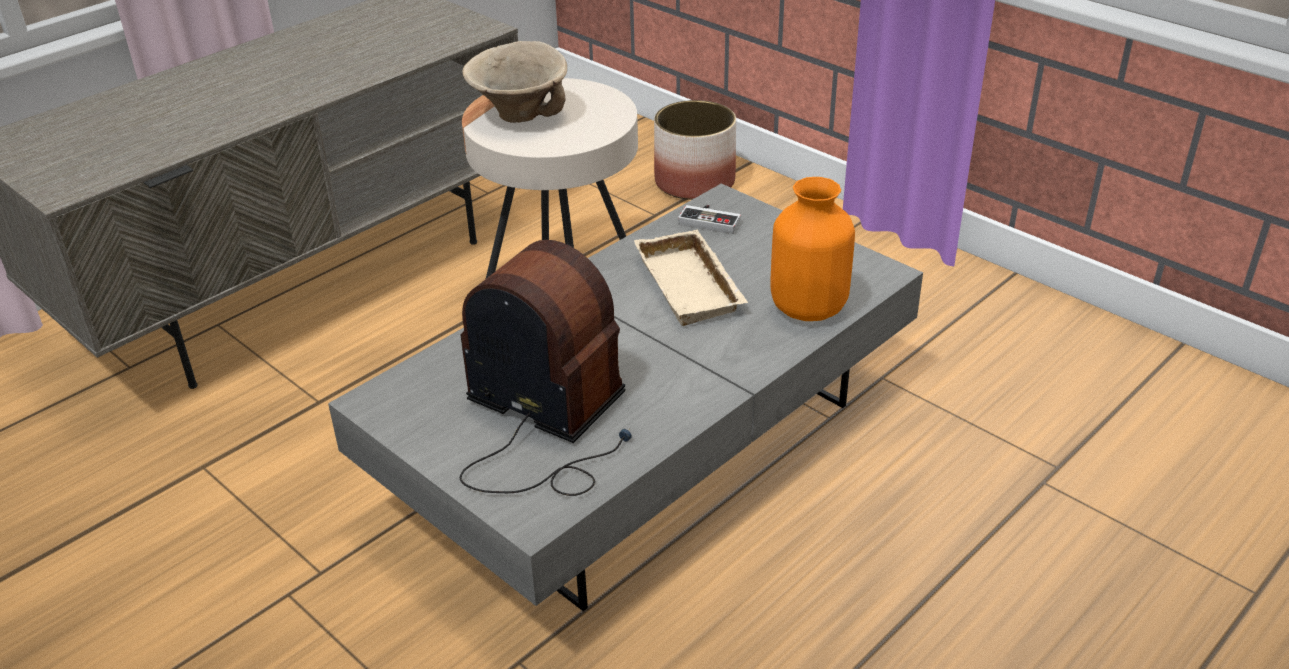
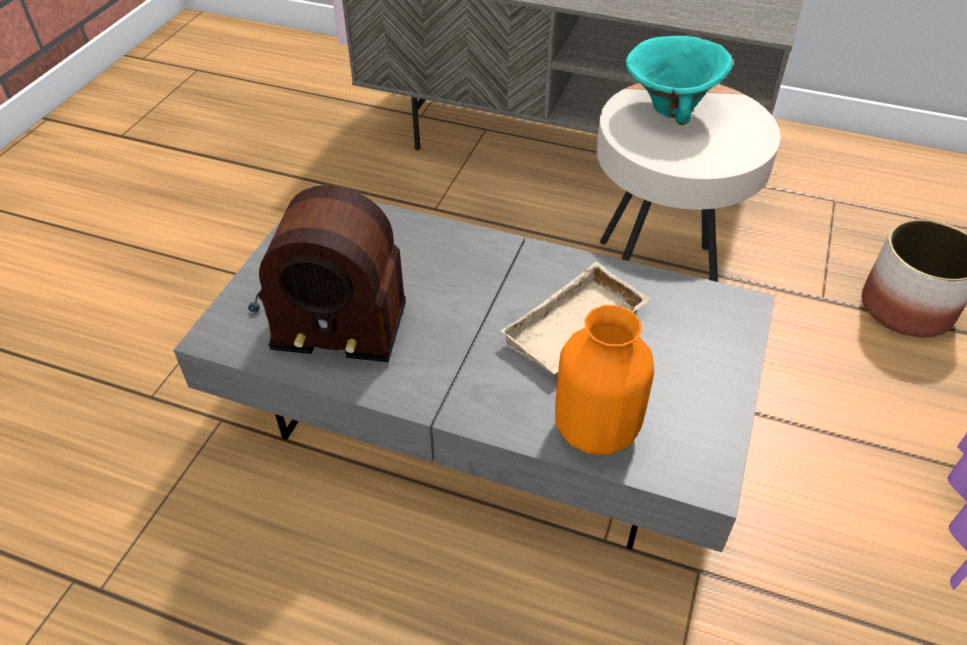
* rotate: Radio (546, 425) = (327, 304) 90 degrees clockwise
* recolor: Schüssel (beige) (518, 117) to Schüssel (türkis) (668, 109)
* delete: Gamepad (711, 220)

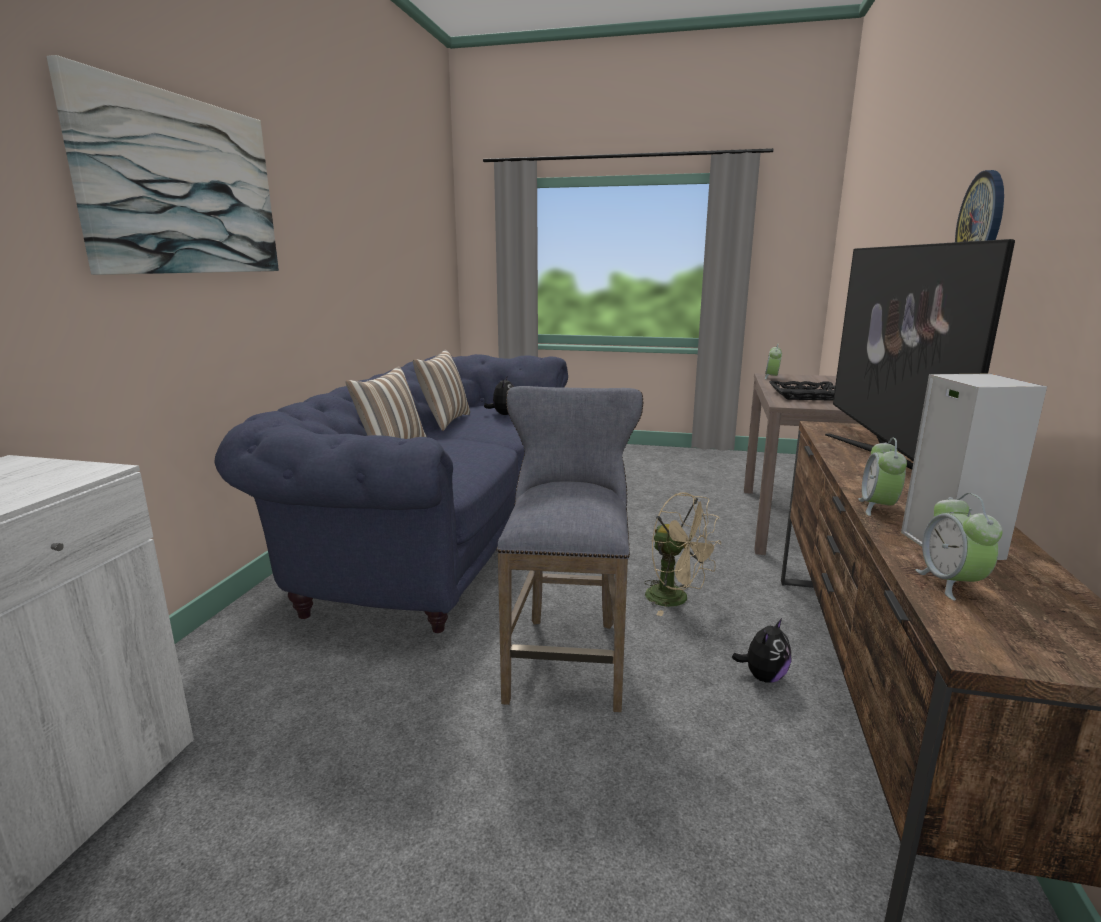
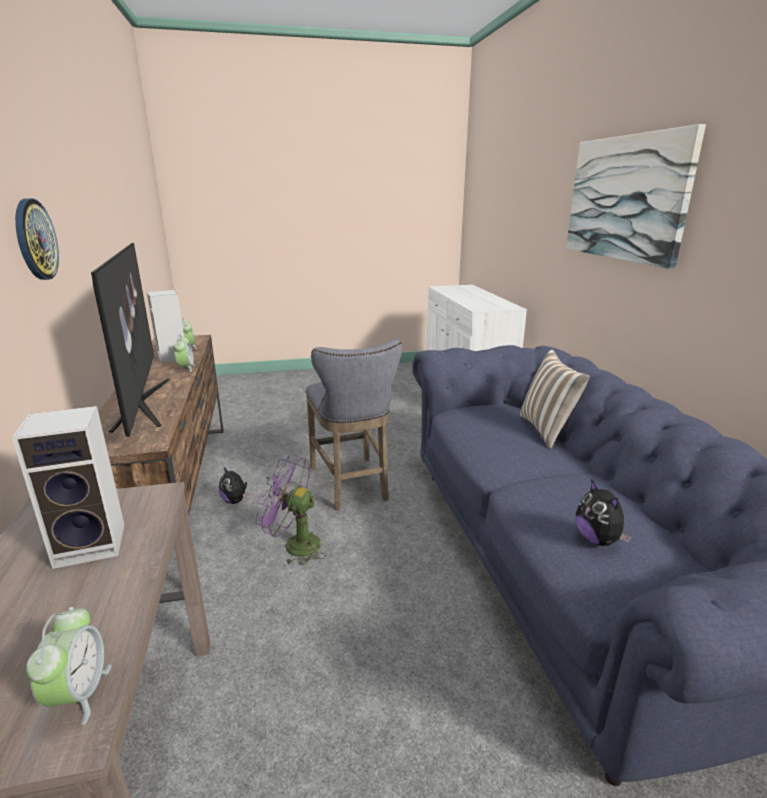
* delete: Kissen (444, 421)
* recolor: Ventilator (beige) (676, 599) to Ventilator (lila) (294, 545)
* rotate: Plüschtier (763, 677) = (235, 501) 60 degrees counterclockwise
* replace: Tablett (schwarz) (806, 395) to Lautsprecher (94, 544)

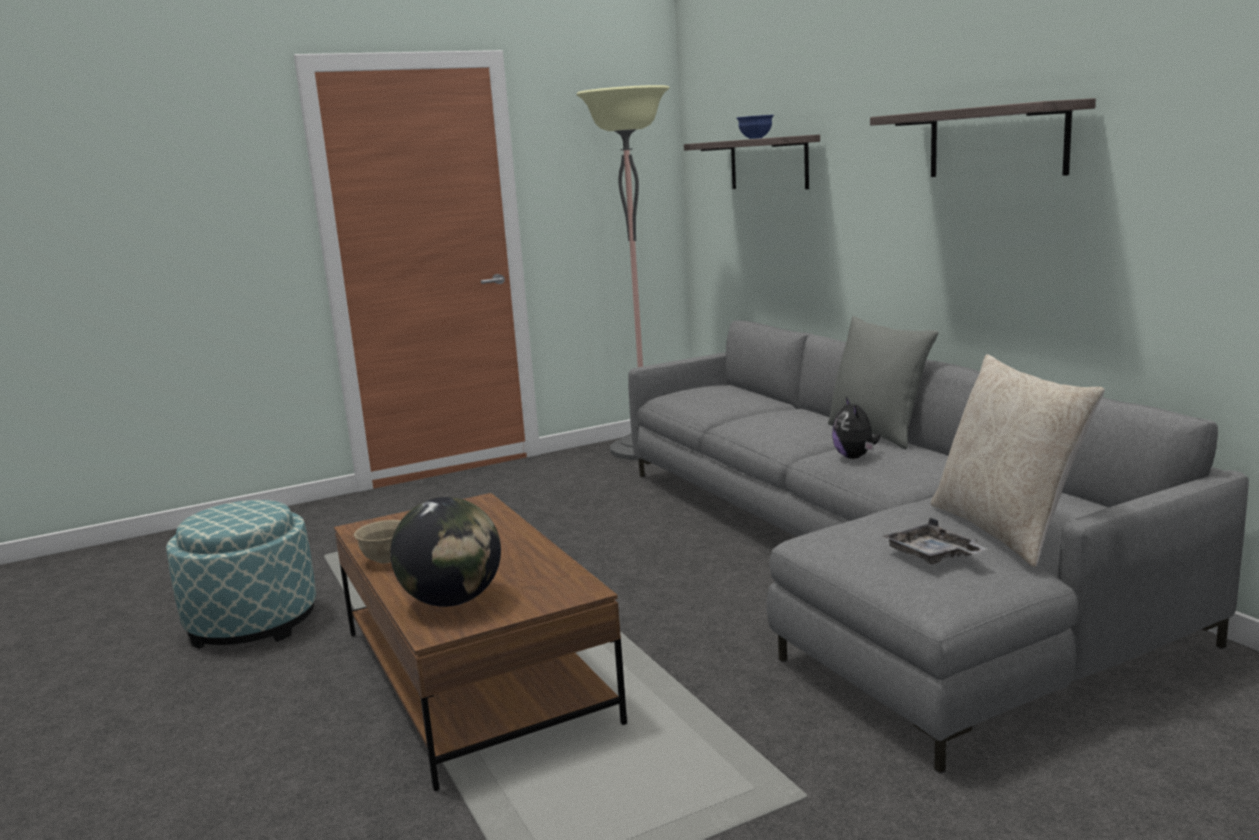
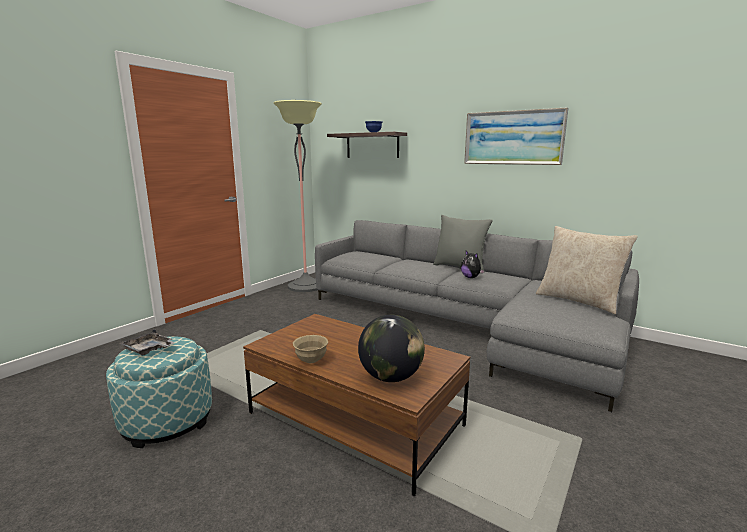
* replace: Wandregal (996, 141) to Bild (513, 138)
* move: Tablett (grau) (933, 555) to (149, 349)

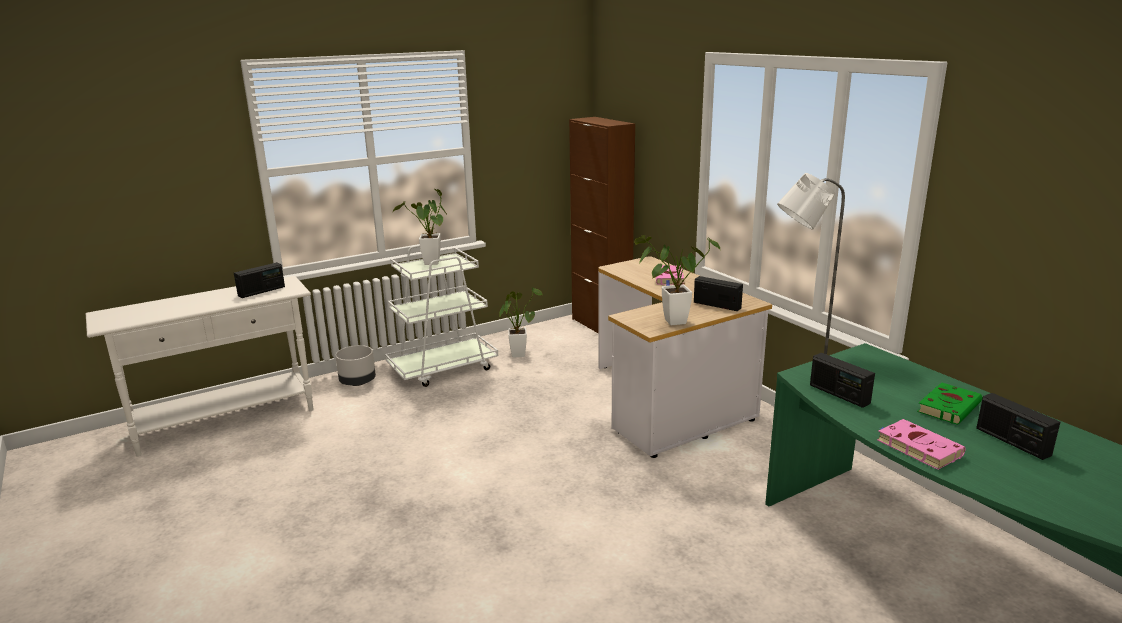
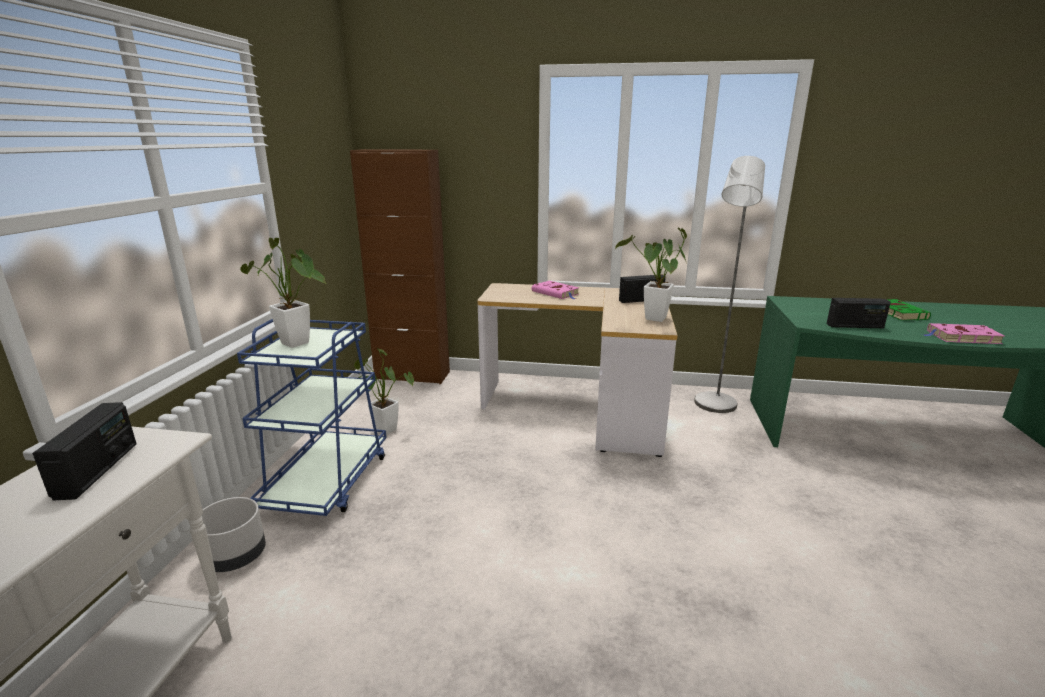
* recolor: Rollwagen (weiß) (443, 368) to Rollwagen (blau) (328, 481)
* delete: Radio (1012, 442)

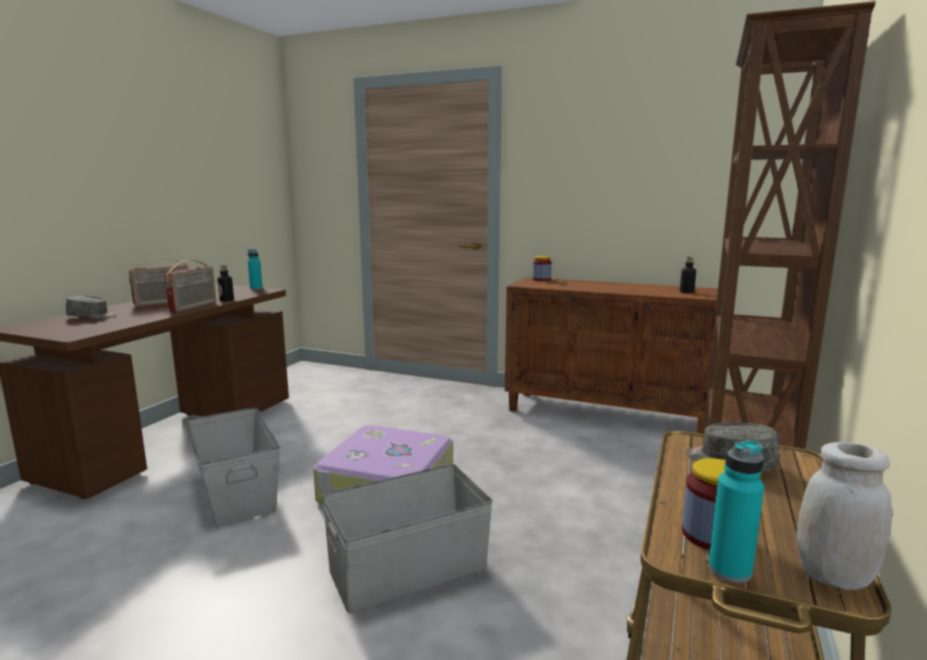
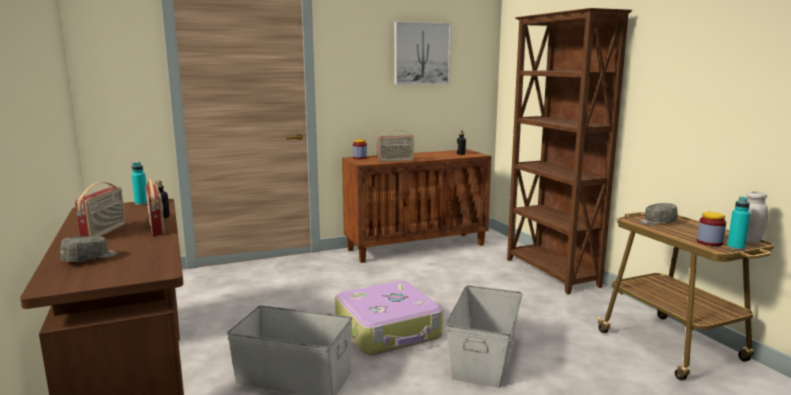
* insert: Radio (395, 161)
* insert: Bild (421, 53)

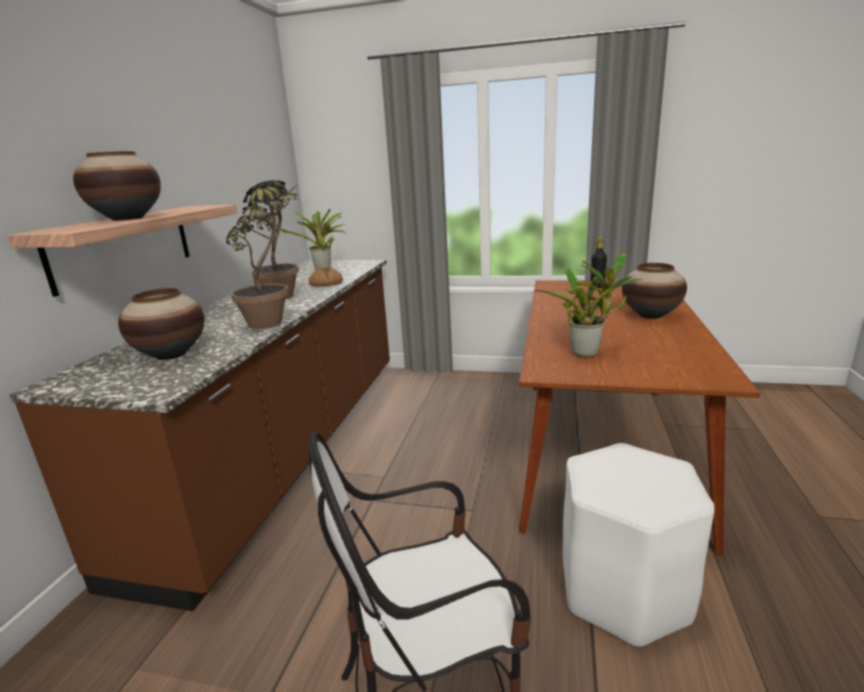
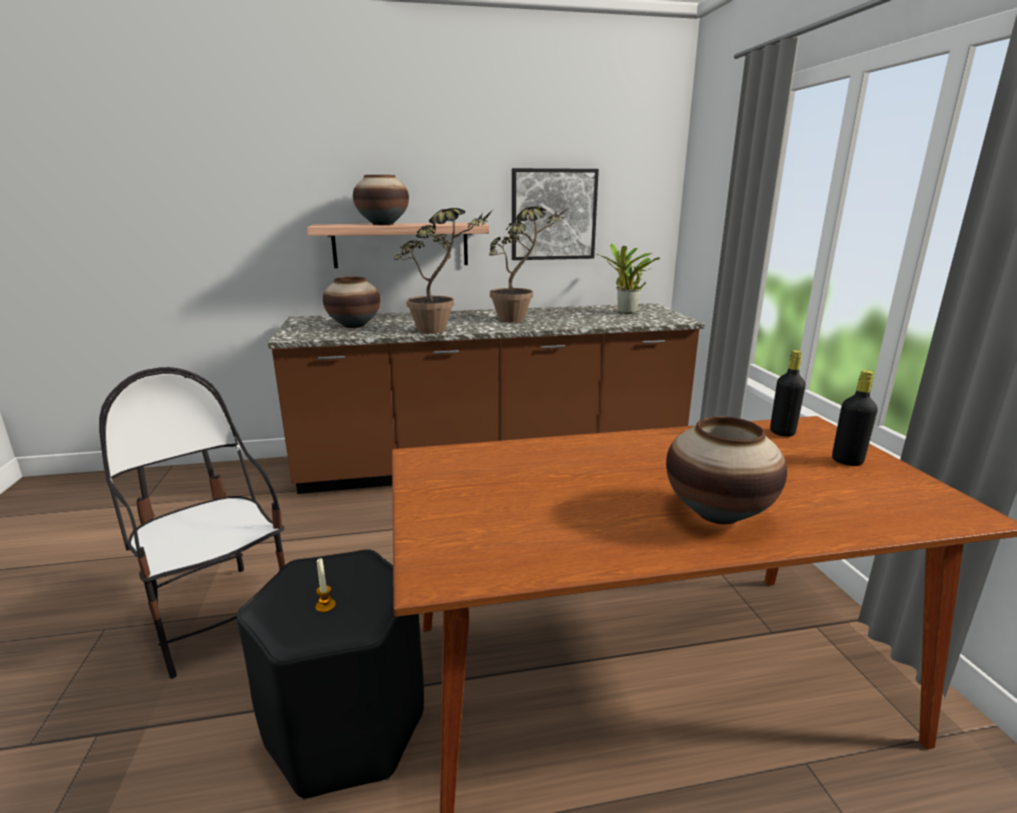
* delete: Brot (326, 284)
* delete: Topfpflanze (588, 353)
* recolor: Hocker (weiß) (623, 592) to Hocker (schwarz) (346, 727)
* insert: Kerze (325, 606)
* insert: Bild (553, 214)
* insert: Flasche (schwarz) (782, 432)

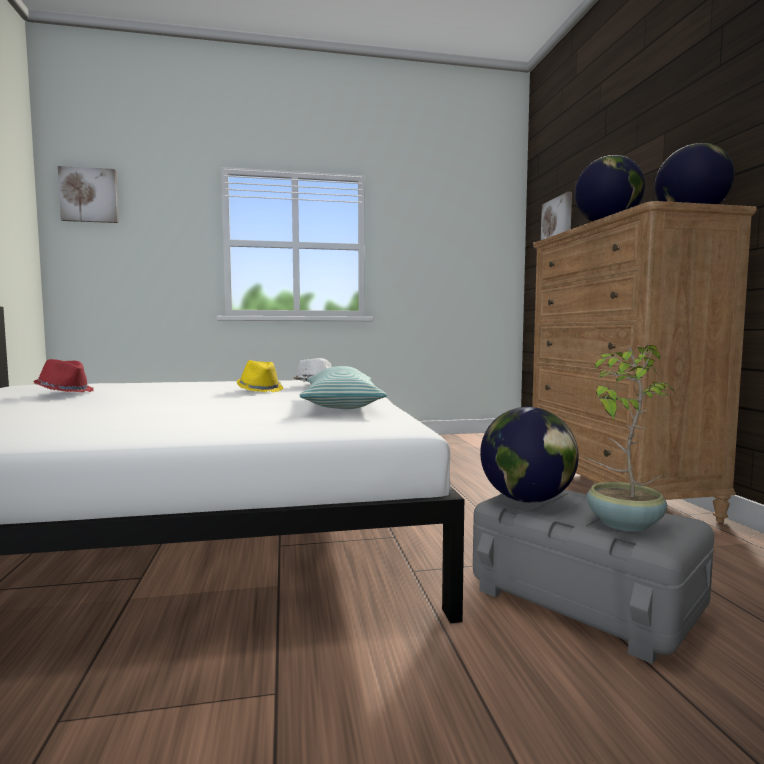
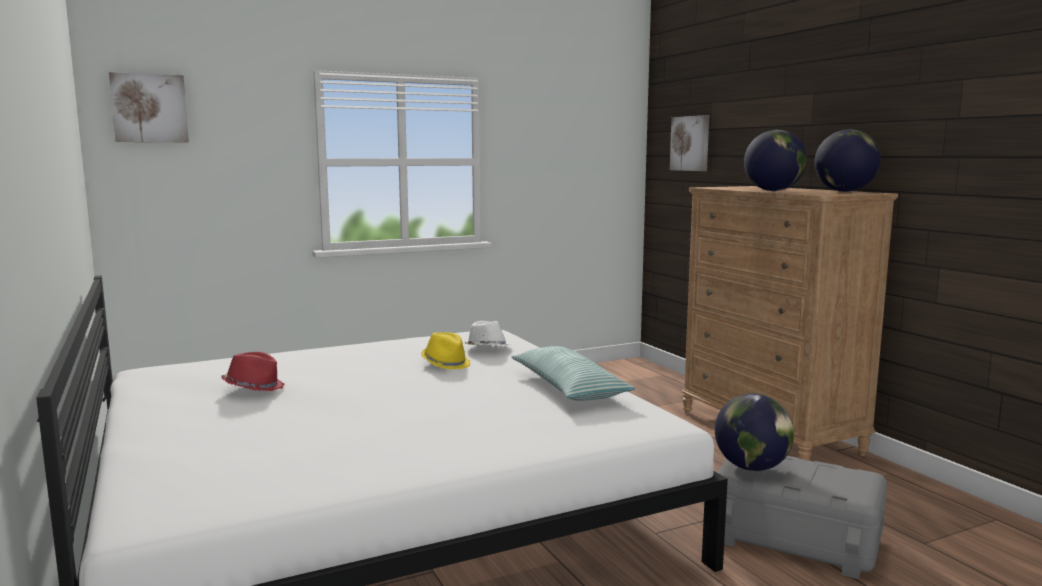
* delete: Topfpflanze (622, 523)

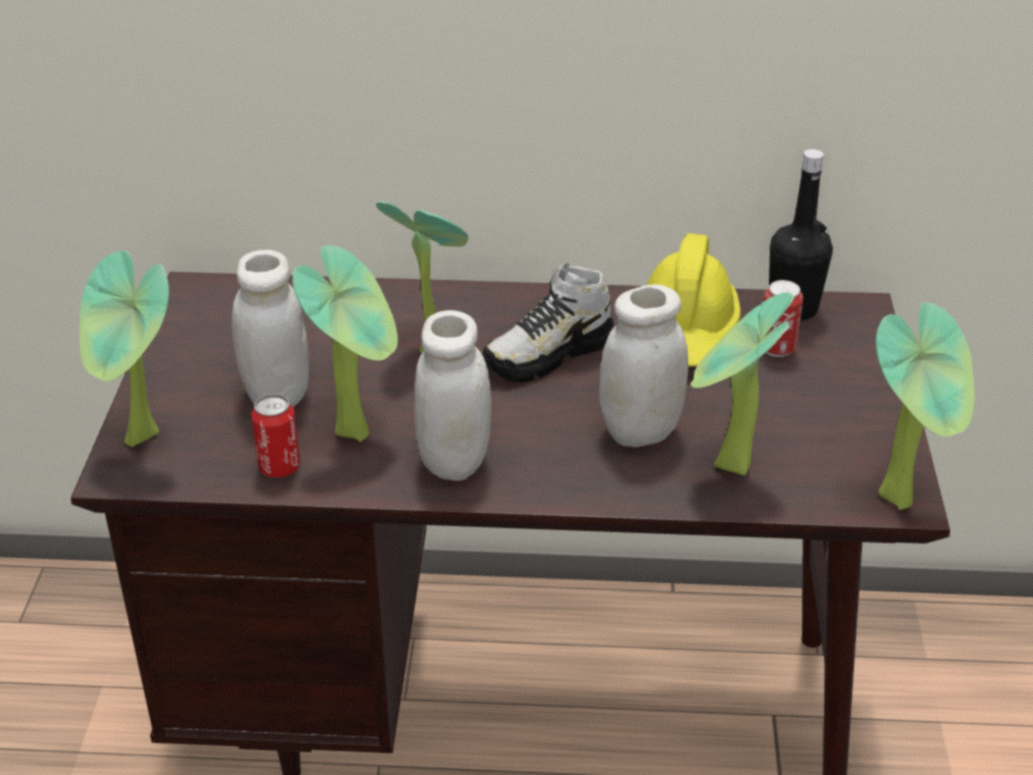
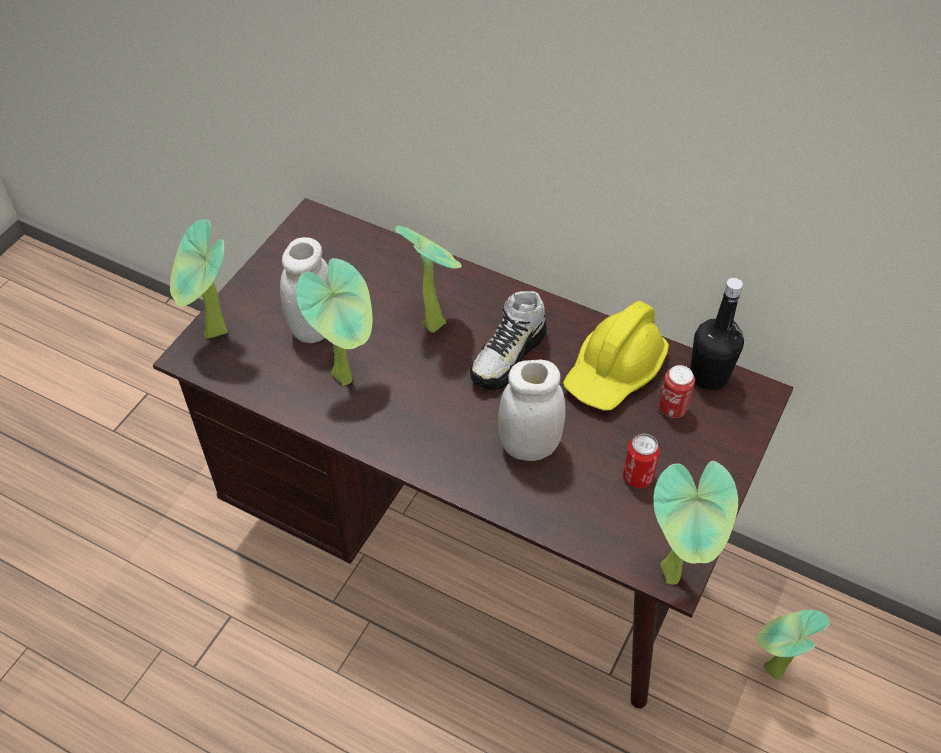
* move: Dose (279, 467) to (637, 477)
* delete: Vorratsglas (weiß) (454, 461)
* rotate: Schuh (549, 355) = (508, 357) 45 degrees counterclockwise
* move: Topfpflanze (727, 470) to (769, 671)

